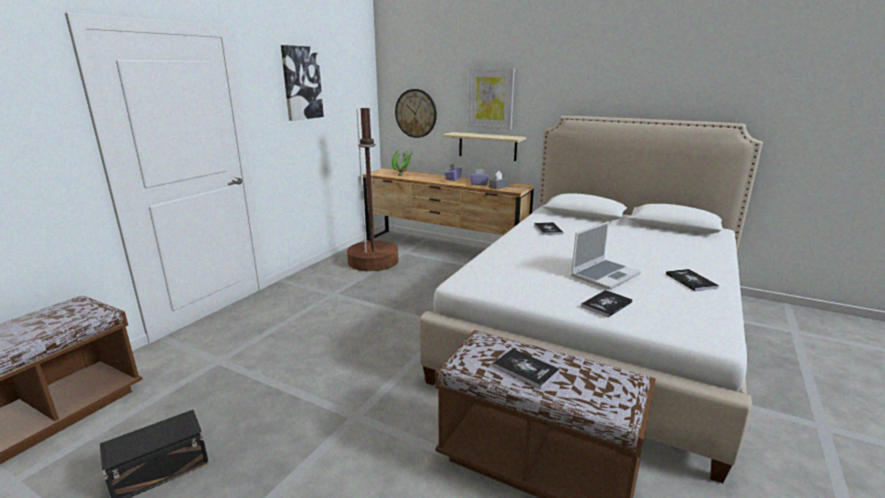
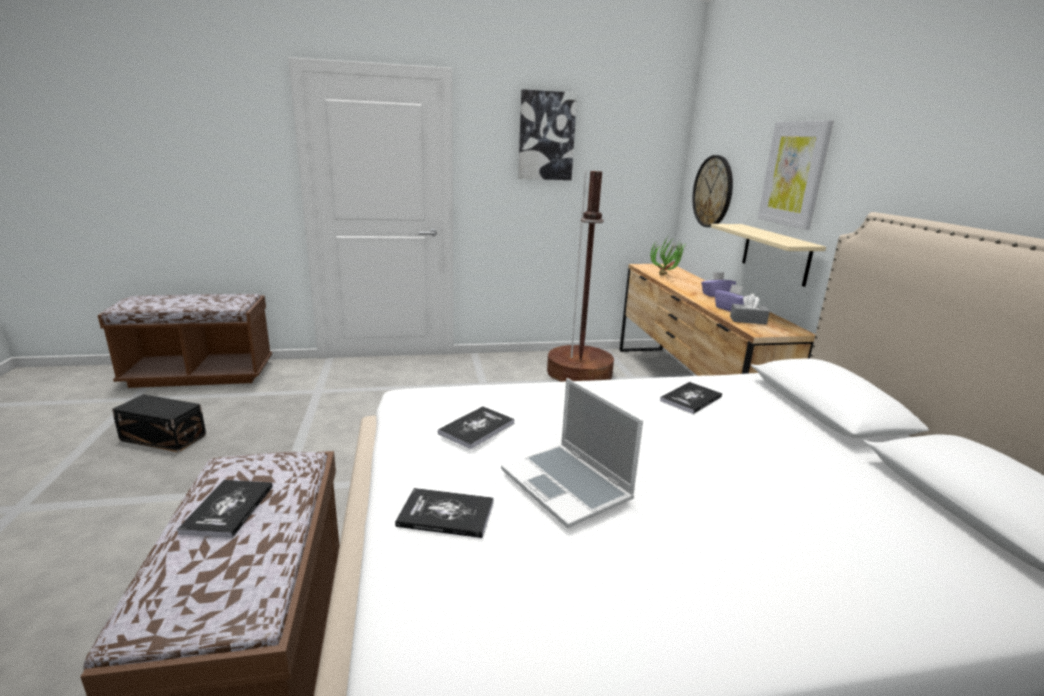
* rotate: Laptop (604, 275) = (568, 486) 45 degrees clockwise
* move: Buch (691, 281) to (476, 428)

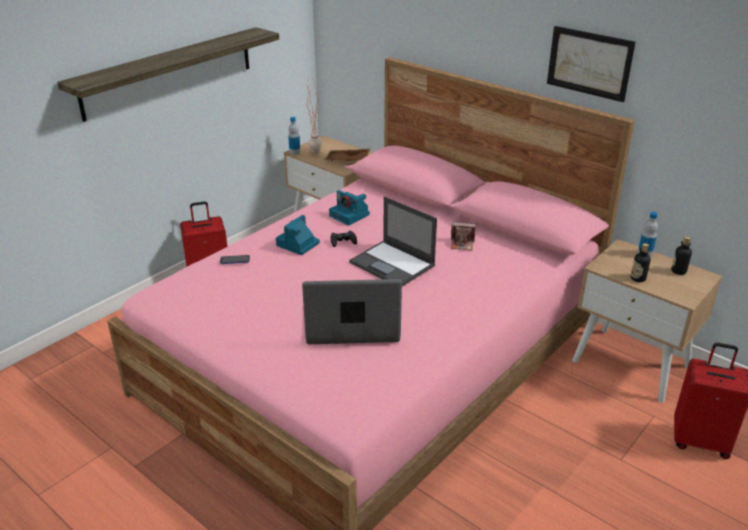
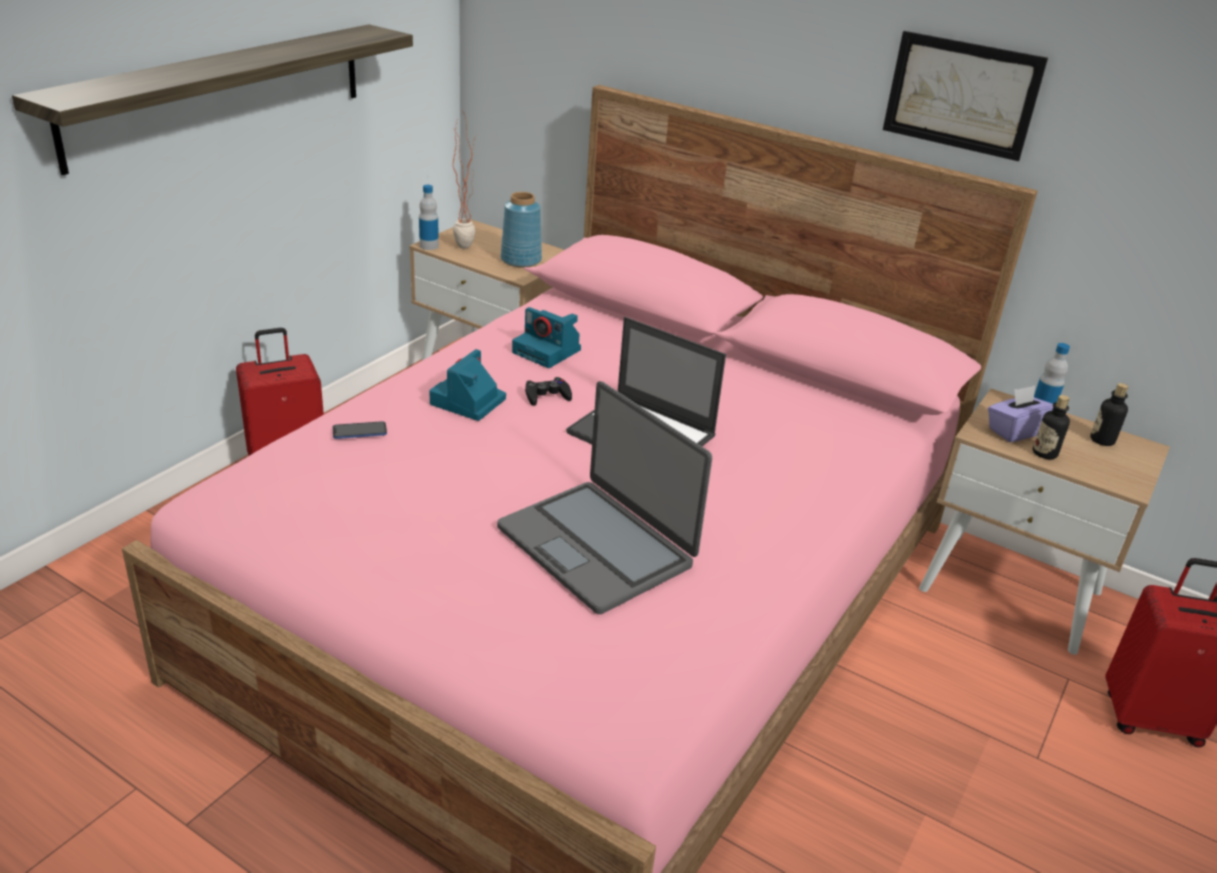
* rotate: Laptop (352, 325) = (597, 546) 120 degrees counterclockwise
* replace: Tablett (braun) (347, 160) to Vase (blau) (521, 260)
* delete: Kamera (462, 244)
* insert: Taschentuchbox (lila) (1016, 431)

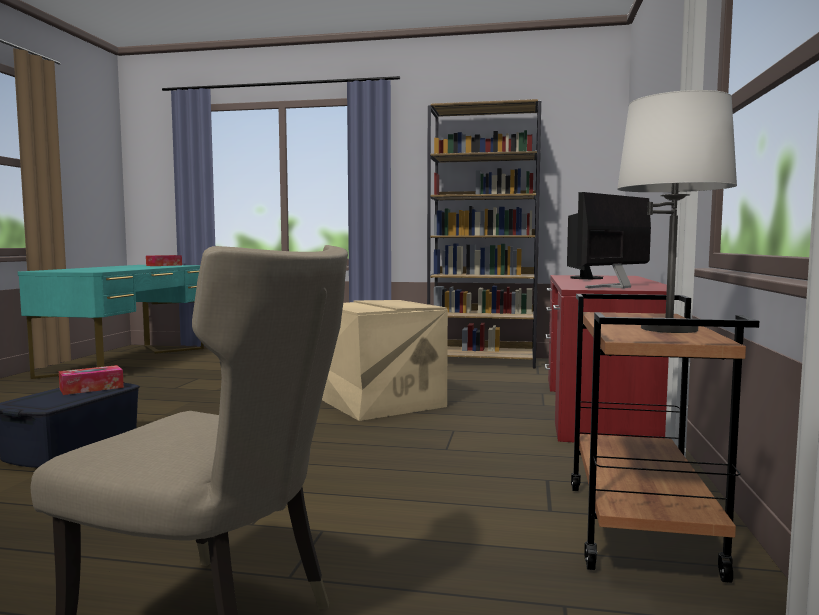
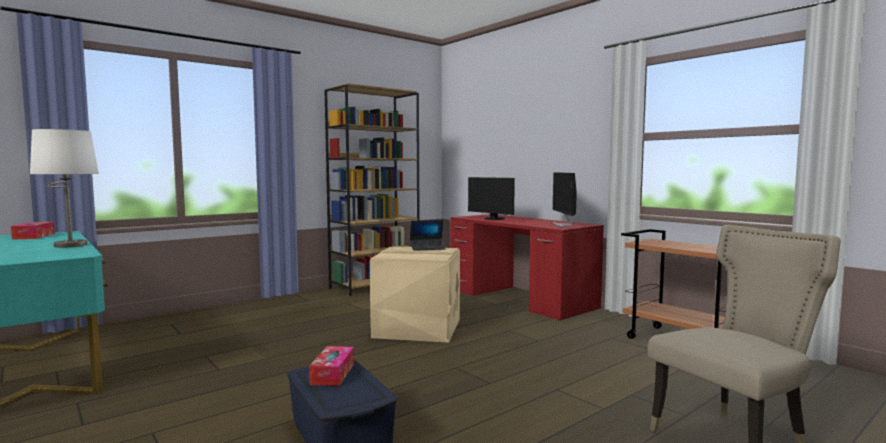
* move: Tischlampe (weiß) (668, 329) to (70, 245)
* insert: Laptop (427, 248)

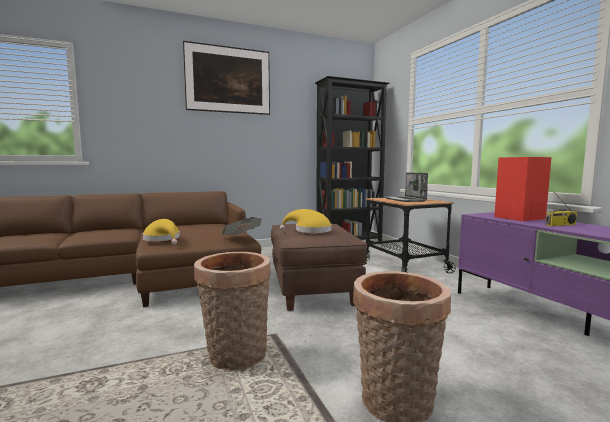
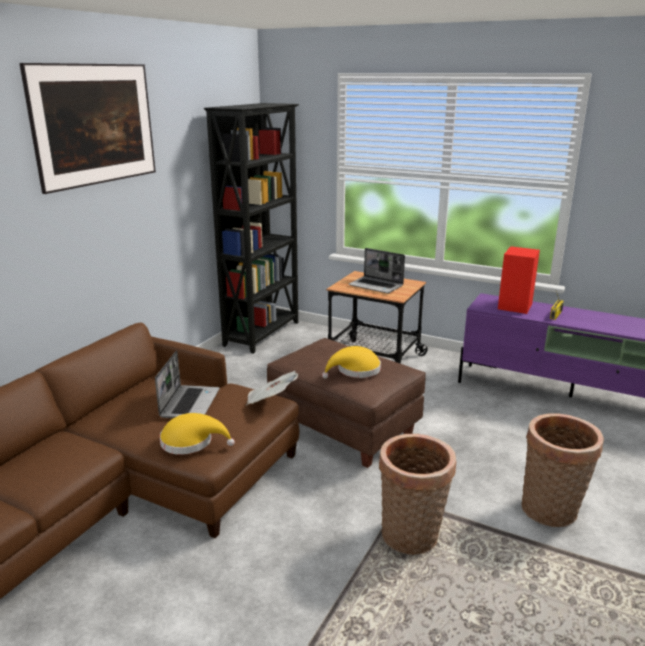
* insert: Laptop (189, 403)

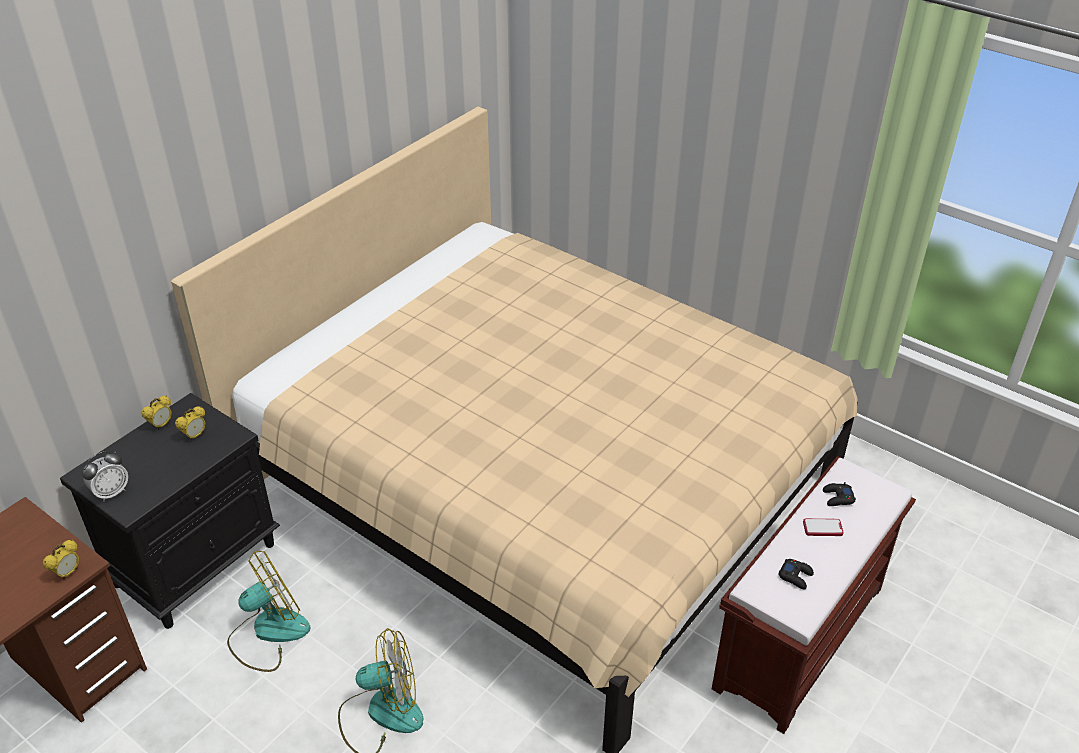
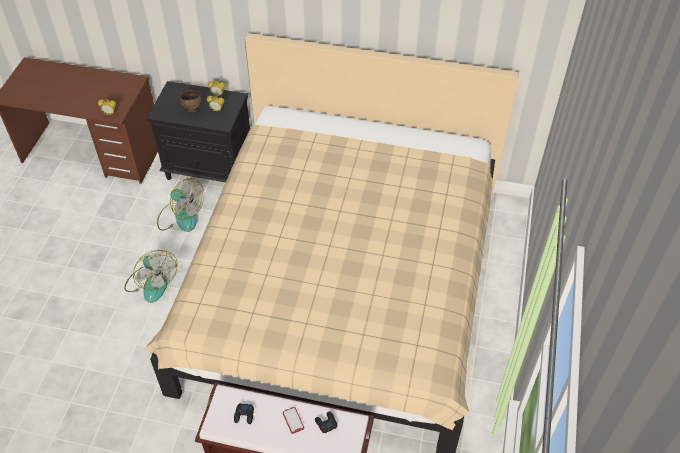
* delete: Wecker (111, 492)
* insert: Schüssel (braun) (192, 109)

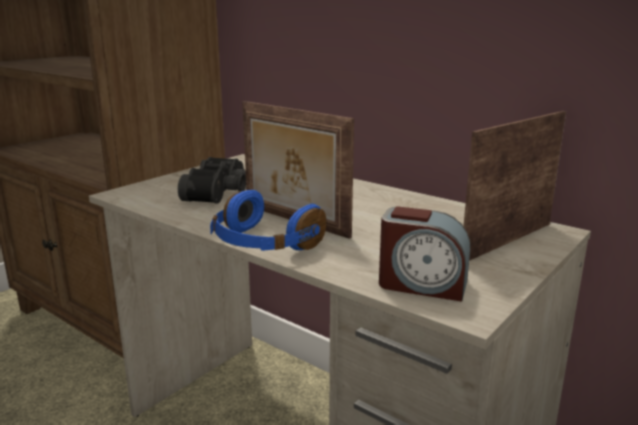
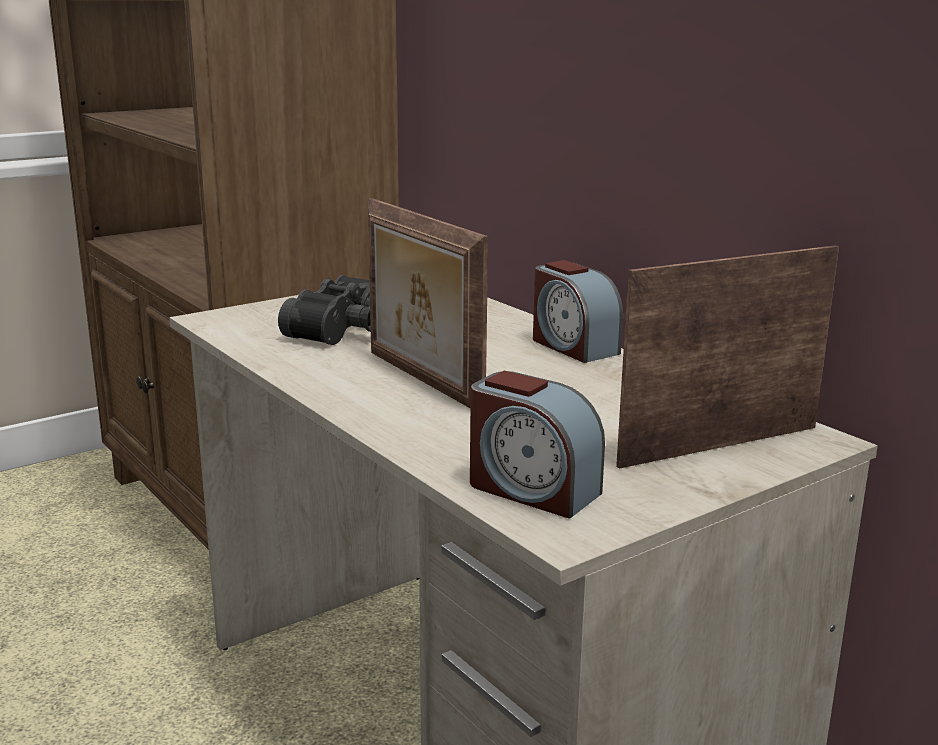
* delete: Kopfhörer (blau) (263, 244)
* insert: Wecker (573, 346)

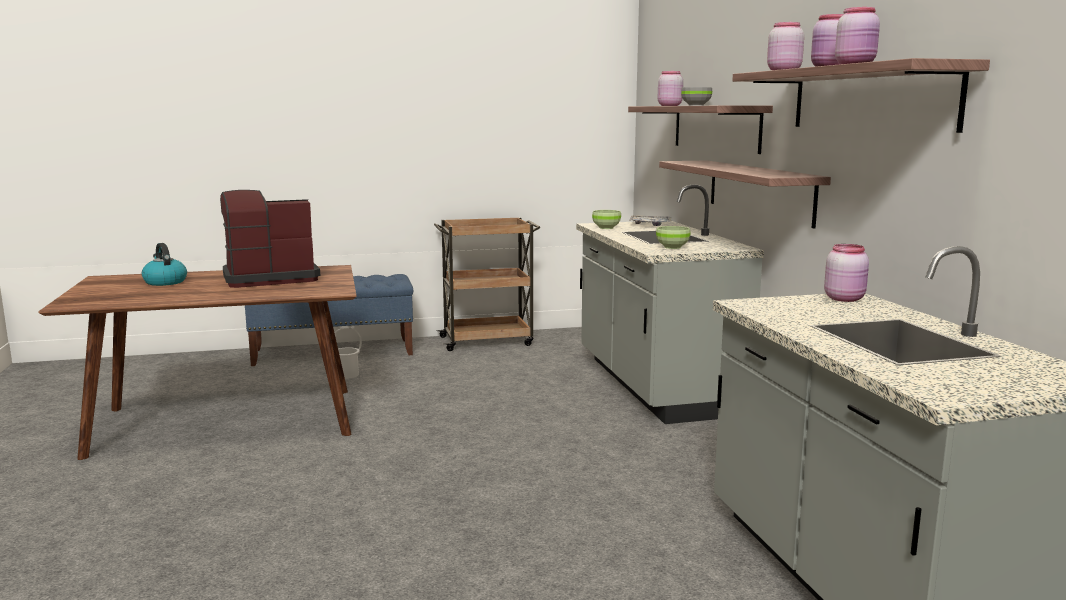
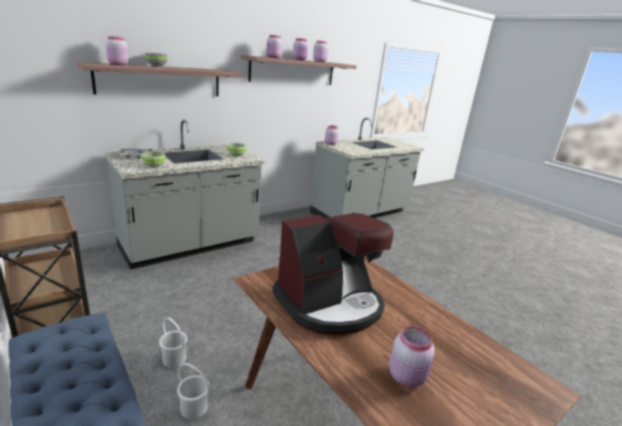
* replace: Wasserkessel (165, 282) to Vorratsglas (rosa) (407, 376)
* rotate: Kaffeemaschine (269, 278) = (330, 304) 75 degrees counterclockwise
* delete: Wandregal (759, 191)
* insert: Eimer (weiß) (174, 359)

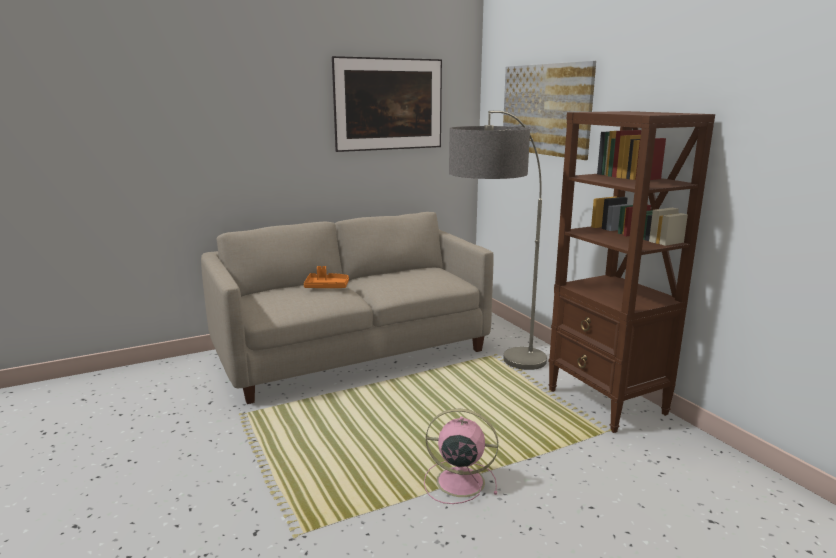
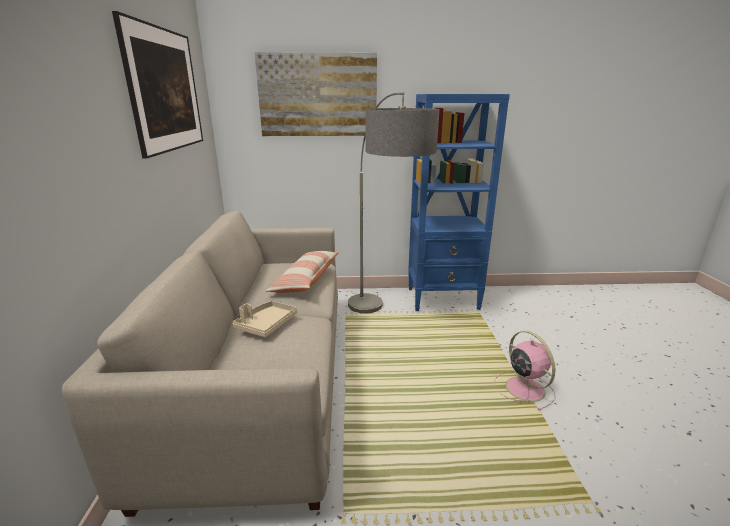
* recolor: Tablett (orange) (327, 287) to Tablett (beige) (266, 325)
* rotate: Ventilator (rosa) (458, 481) = (523, 388) 120 degrees clockwise
* recolor: Bücherregal (braun) (607, 402) to Bücherregal (blau) (443, 299)
* insert: Kissen (305, 280)

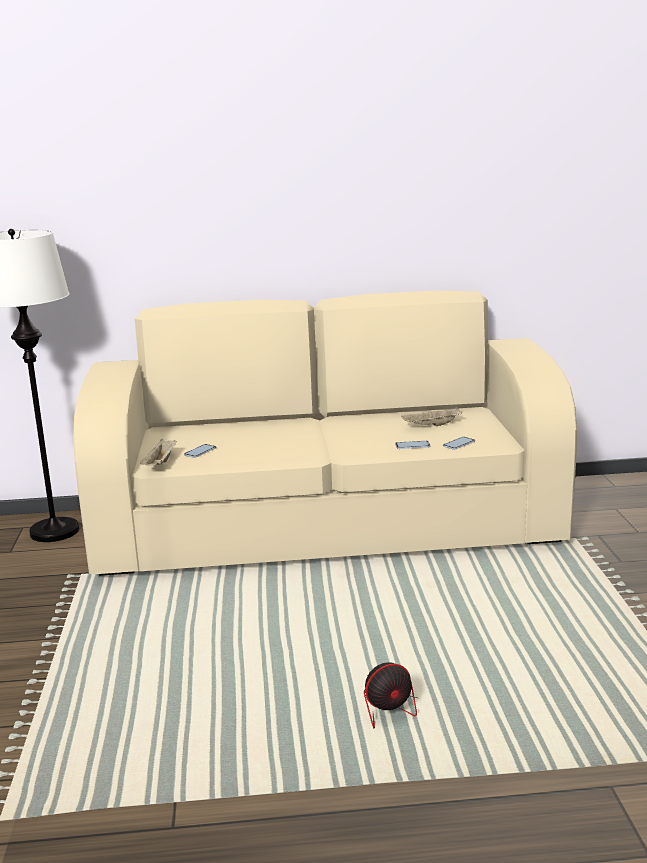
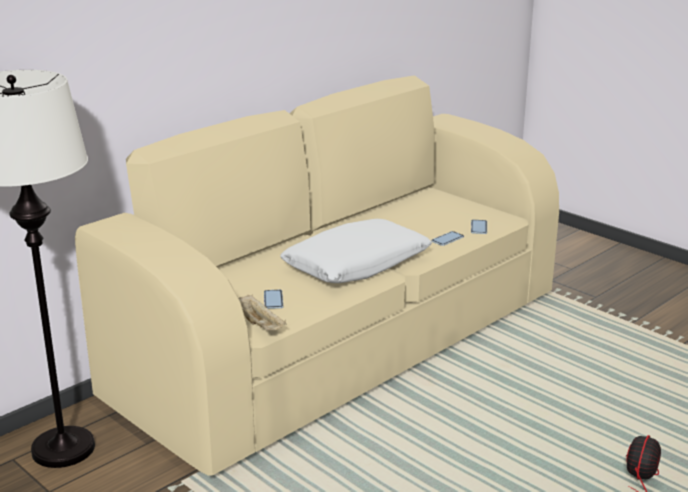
* delete: Tablett (beige) (431, 426)
* insert: Kissen (weiß) (357, 265)

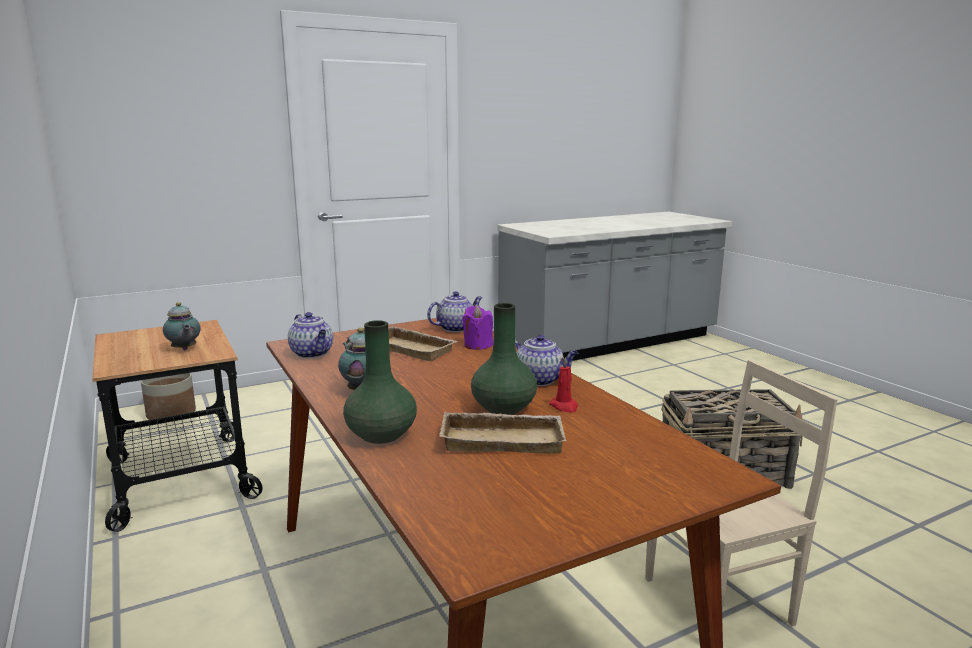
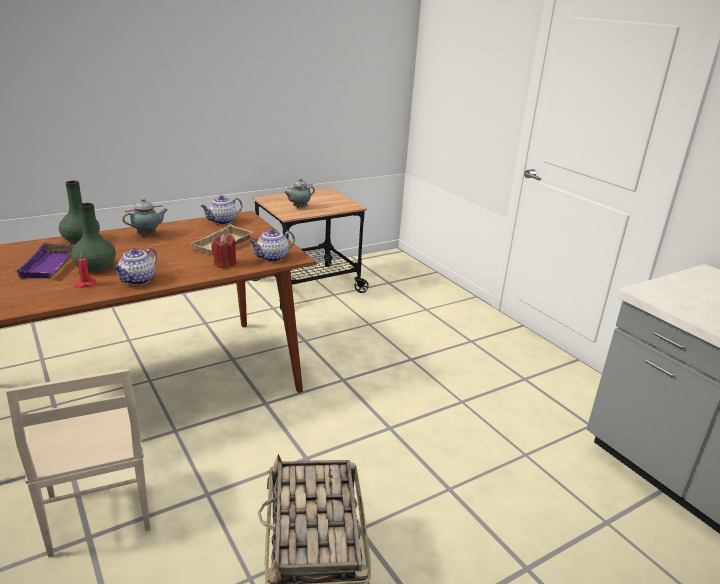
* delete: Pflanzkübel (171, 414)
* rotate: Teekanne (456, 328) = (272, 258) 90 degrees clockwise
* recolor: Tablett (beige) (504, 439) to Tablett (lila) (51, 266)
* recolor: Kerze (lila) (478, 345) to Kerze (rot) (224, 264)

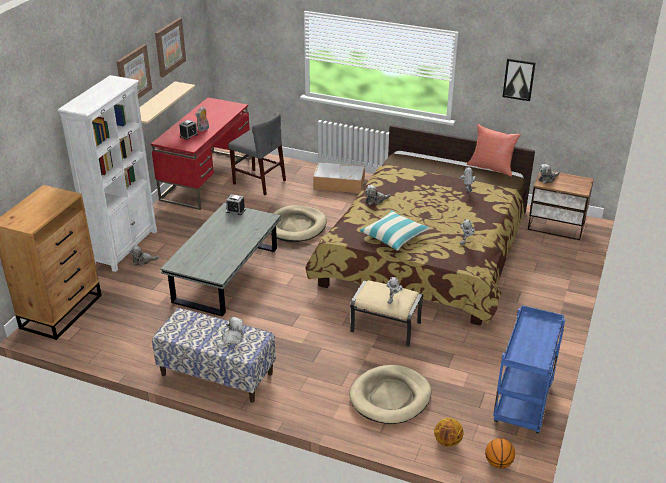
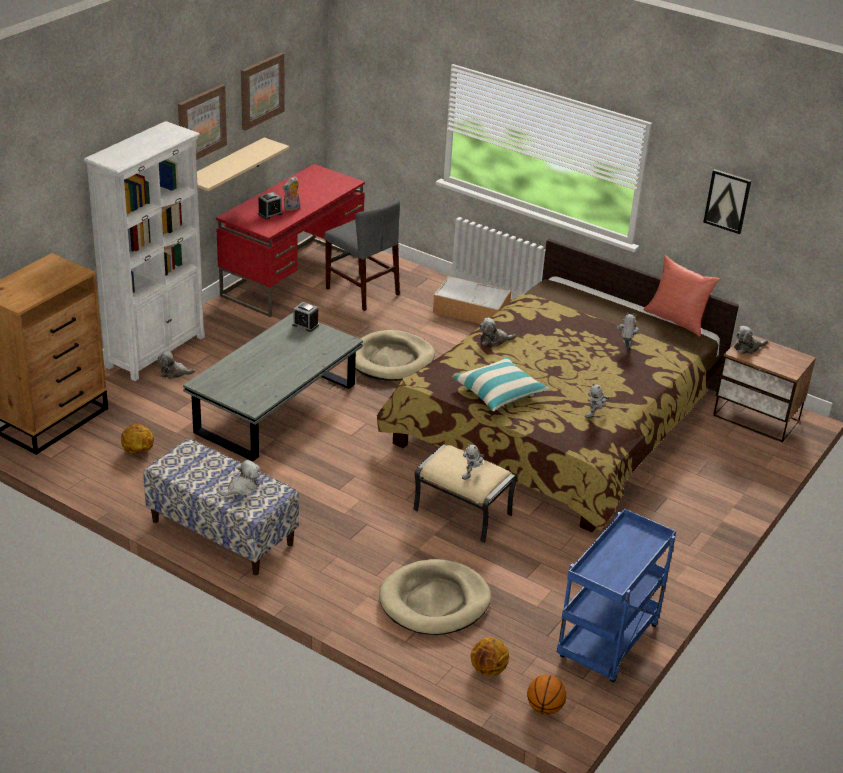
* insert: Basketball (137, 451)

